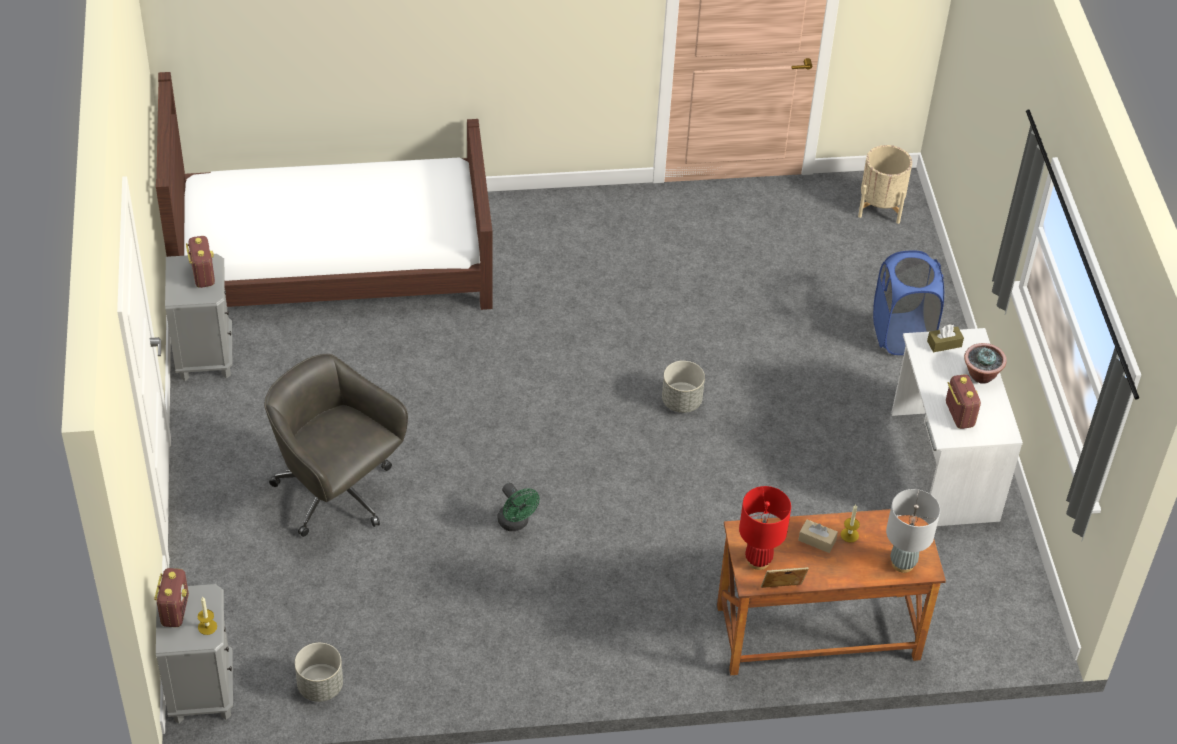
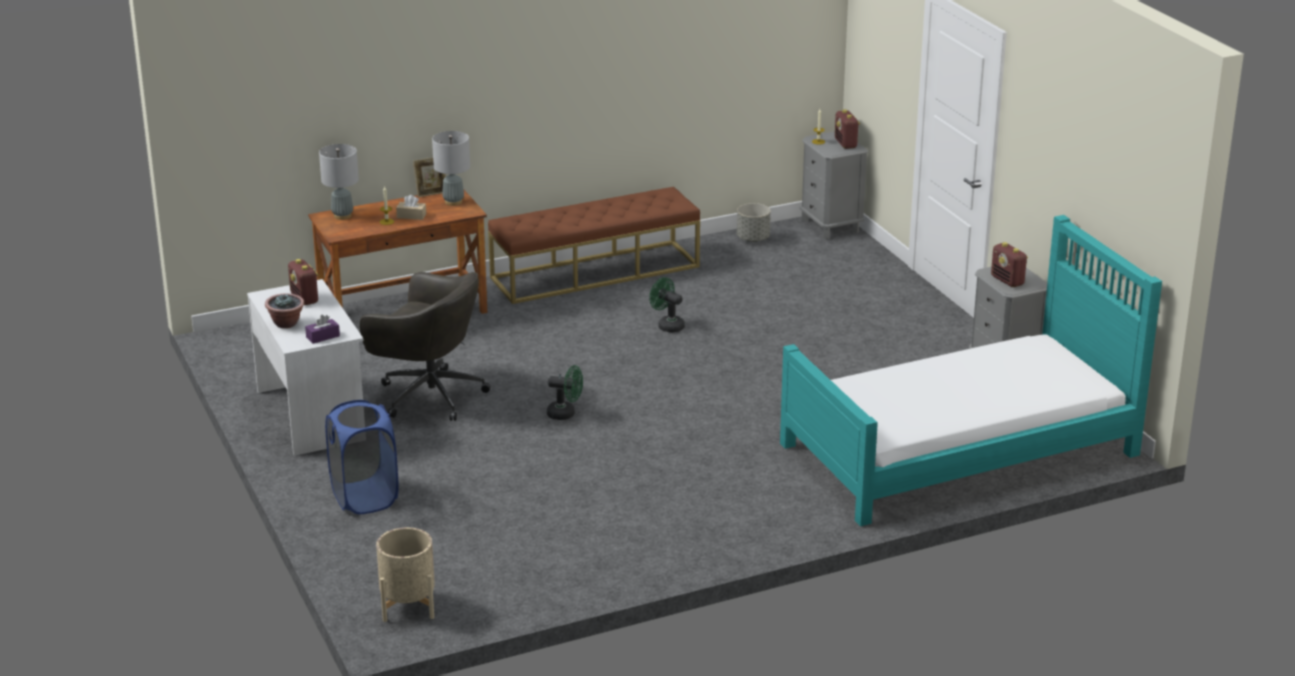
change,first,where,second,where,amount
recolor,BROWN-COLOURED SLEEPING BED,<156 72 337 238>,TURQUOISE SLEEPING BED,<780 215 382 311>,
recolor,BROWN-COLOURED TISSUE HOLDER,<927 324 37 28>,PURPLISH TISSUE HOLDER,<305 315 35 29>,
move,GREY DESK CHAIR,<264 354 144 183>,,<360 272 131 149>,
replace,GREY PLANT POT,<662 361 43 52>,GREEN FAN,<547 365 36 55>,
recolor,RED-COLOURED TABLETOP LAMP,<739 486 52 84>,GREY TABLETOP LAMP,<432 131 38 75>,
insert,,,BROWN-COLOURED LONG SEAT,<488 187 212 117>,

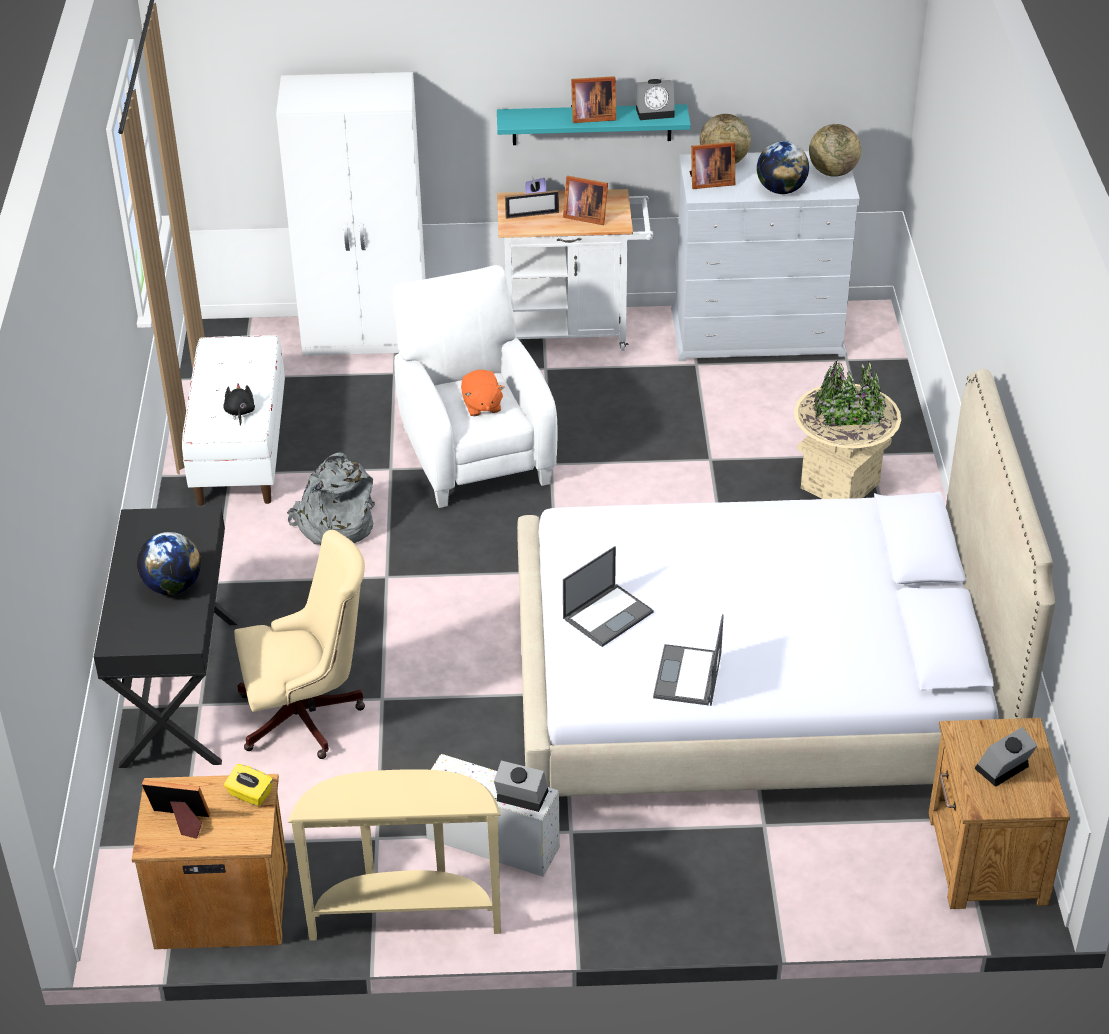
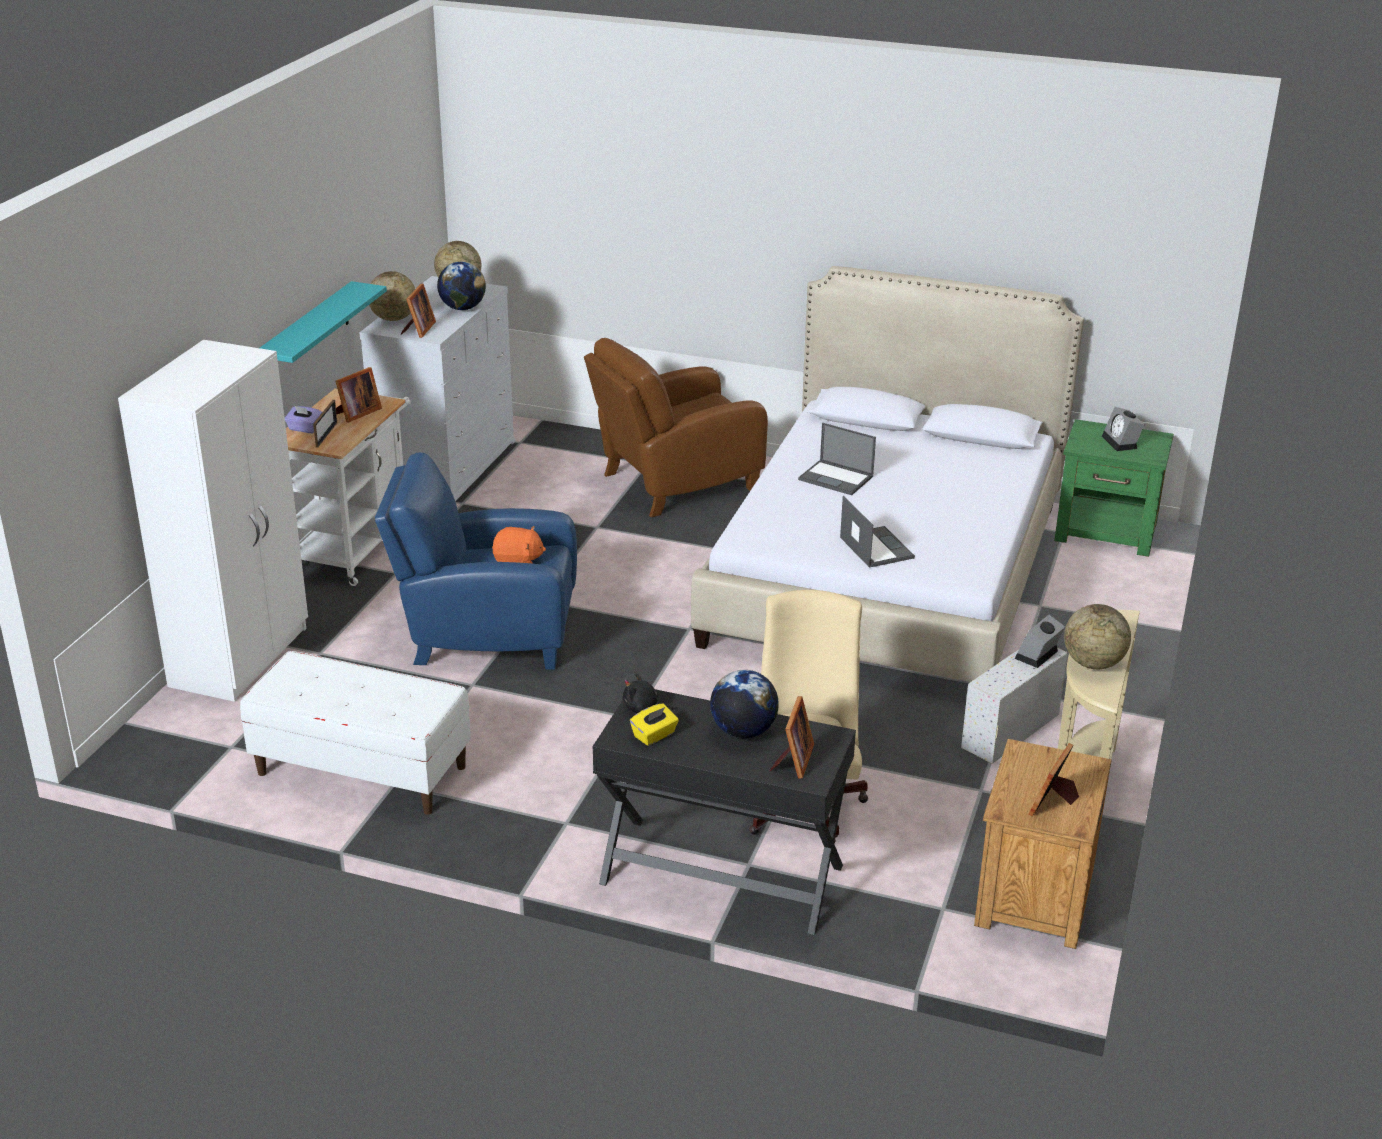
change,first,where,second,where,amount
move,PICTURE FRAME,<571 76 45 47>,,<770 696 44 82>,
delete,TABLE CLOCK,<636 79 39 41>,,,
recolor,WHITE-COLOURED ARMCHAIR,<393 265 164 243>,BLUE-COLOURED ARMCHAIR,<375 452 202 218>,
replace,BEIGE-COLOURED PLANT POT,<794 360 107 139>,BROWN-COLOURED ARMCHAIR,<584 338 184 179>,
move,BLACK SOFT TOY,<223 383 32 43>,,<622 673 51 40>,
delete,GREY BACKPACK,<287 452 88 93>,,,
move,NOTEBOOK COMPUTER,<653 614 71 92>,,<798 423 78 72>,
recolor,BROWN-COLOURED BEDSIDE TABLE,<928 718 142 191>,GREEN BEDSIDE TABLE,<1054 419 120 138>,
move,YELLOWISH TISSUE HOLDER,<224 764 49 42>,,<630 704 49 42>,
insert,,,GLOBE,<1064 604 67 65>,

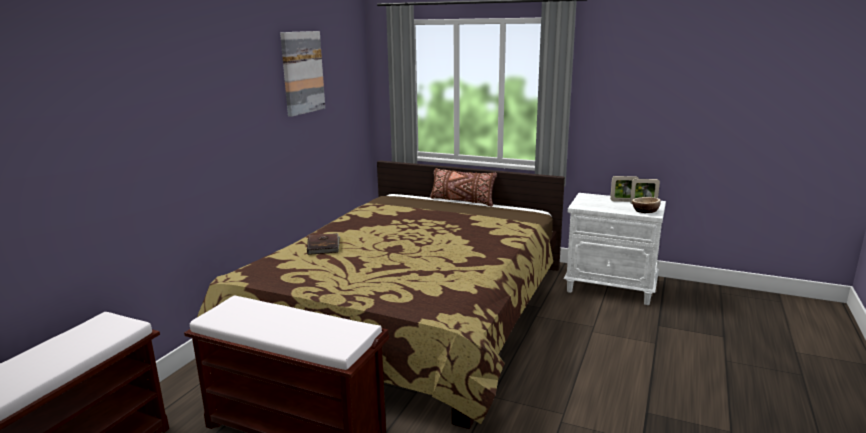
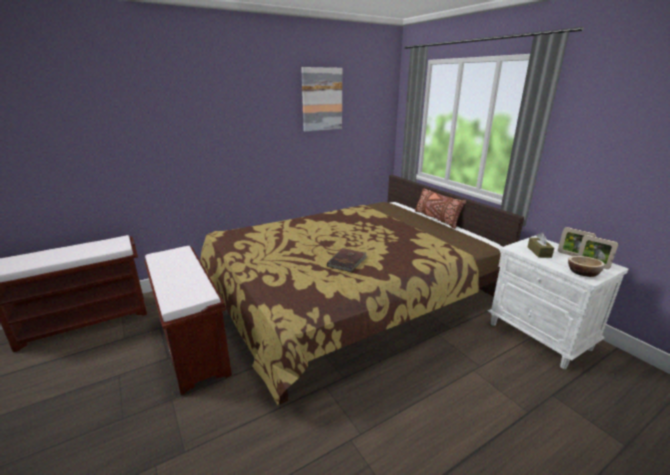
change,first,where,second,where,amount
move,BROWN-COLOURED BOOK,<307 233 33 22>,,<327 248 41 24>,
insert,,,BROWN-COLOURED TISSUE HOLDER,<528 233 26 25>,

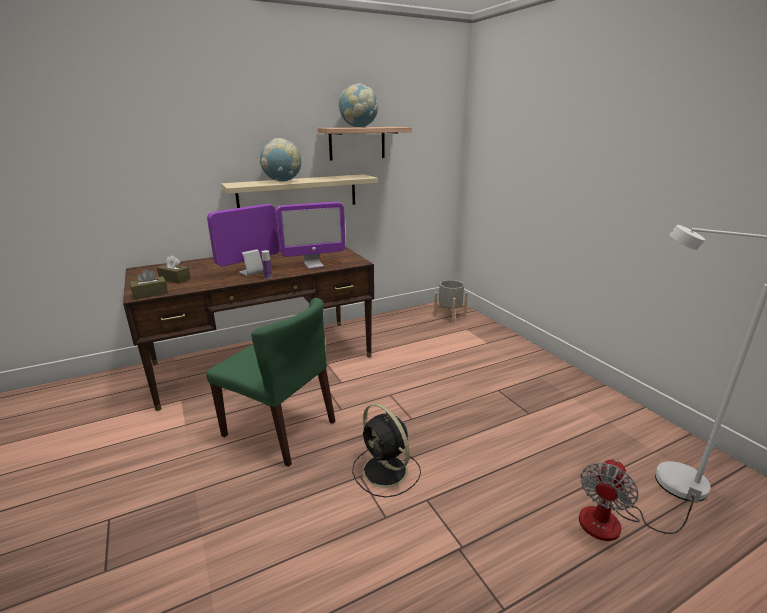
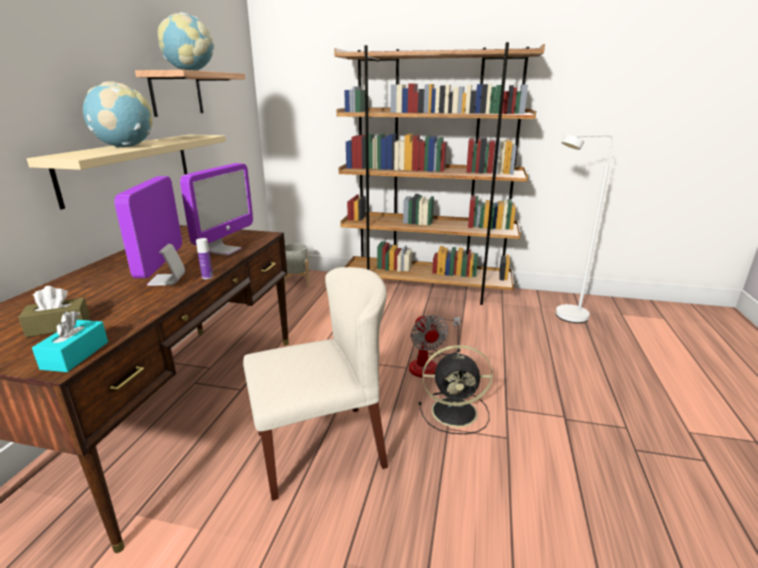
change,first,where,second,where,amount
recolor,BROWN-COLOURED TISSUE HOLDER,<130 269 38 31>,TURQUOISE TISSUE HOLDER,<32 311 76 61>,
recolor,GREEN CHAIR,<206 298 129 169>,BEIGE-COLOURED CHAIR,<243 267 145 234>,
move,FAN,<579 459 123 82>,,<409 314 51 64>,
insert,,,BROWN-COLOURED SHELVING UNIT,<334 42 211 263>,

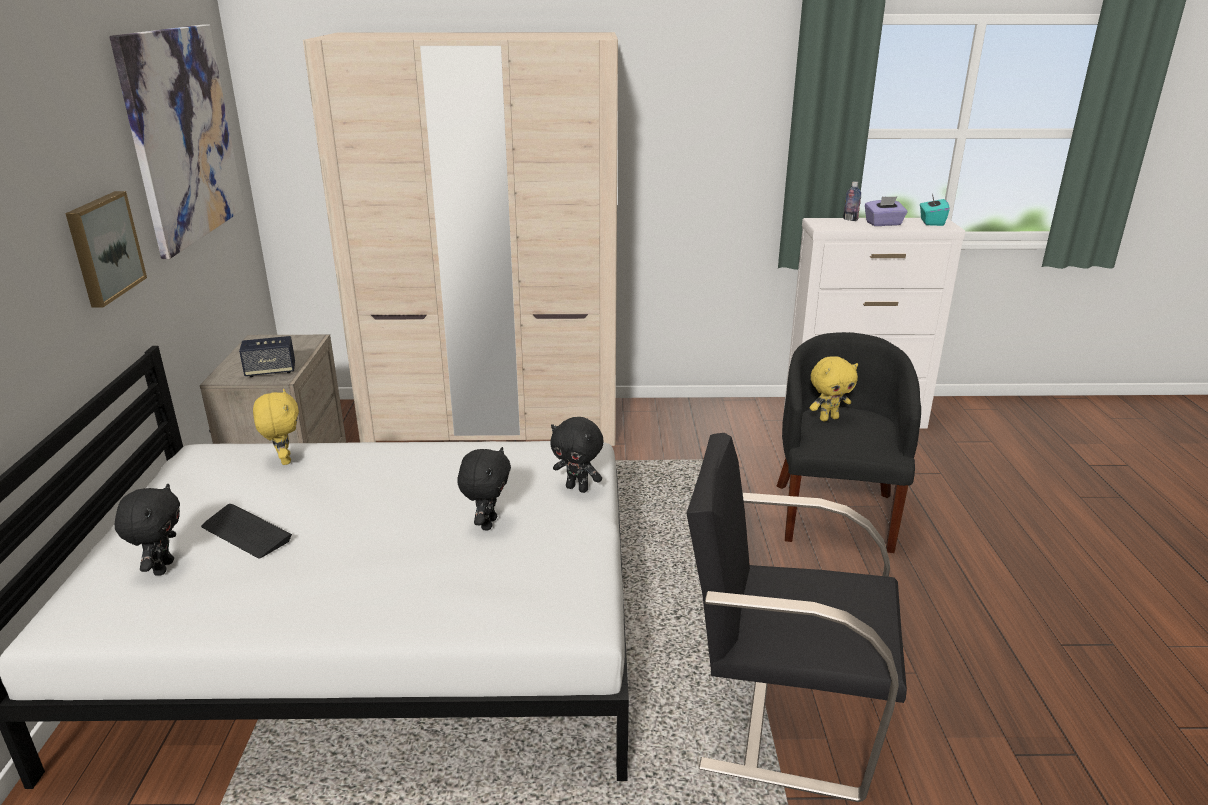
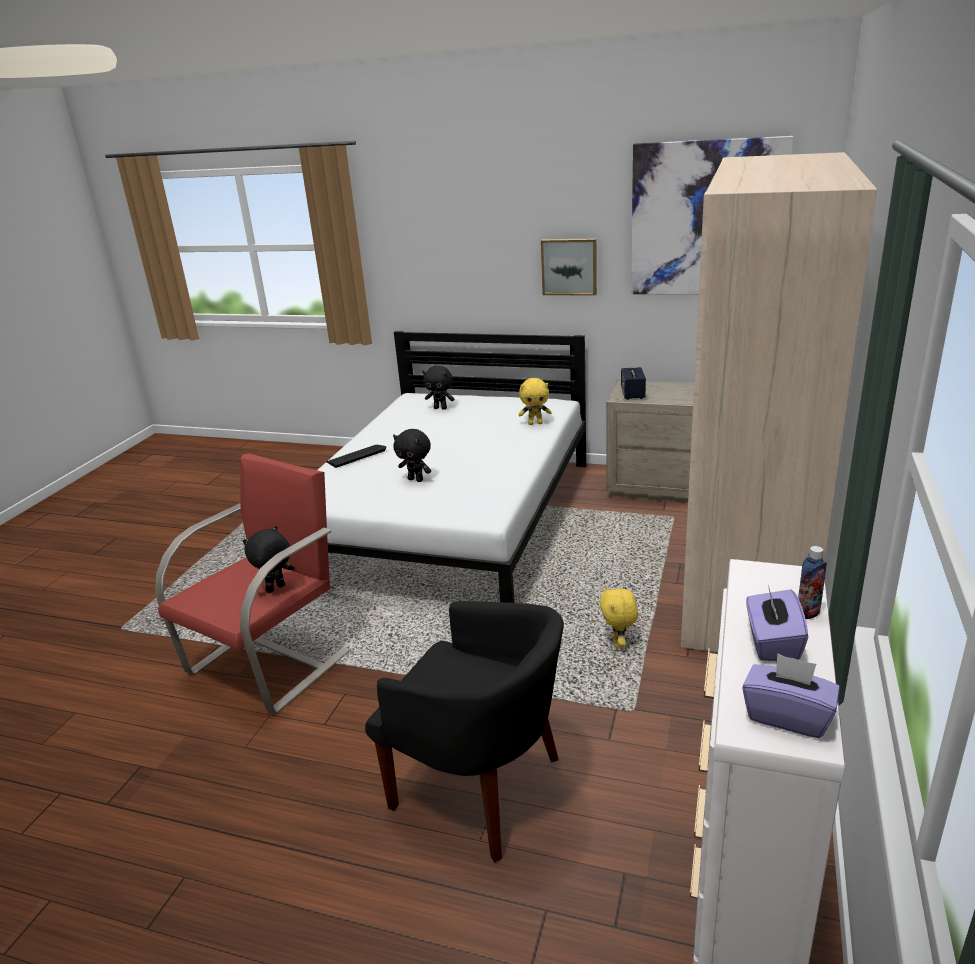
change,first,where,second,where,amount
recolor,TURQUOISE TISSUE HOLDER,<920 194 30 32>,PURPLISH TISSUE HOLDER,<742 653 98 85>,
move,YELLOWISH SOFT TOY,<810 357 48 65>,,<600 586 38 62>,
move,BLACK SOFT TOY,<550 417 53 76>,,<243 526 52 67>,
recolor,BLACK ARMCHAIR,<686 433 221 369>,RED-COLOURED ARMCHAIR,<155 453 195 261>,
move,COMPUTER KEYBOARD,<201 504 91 55>,,<326 445 60 23>,

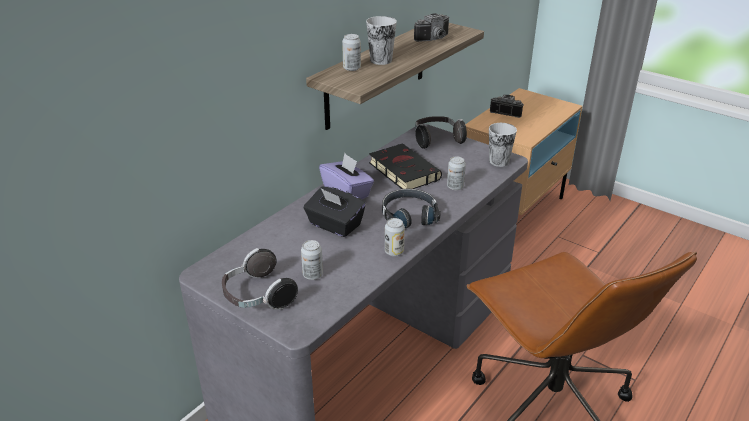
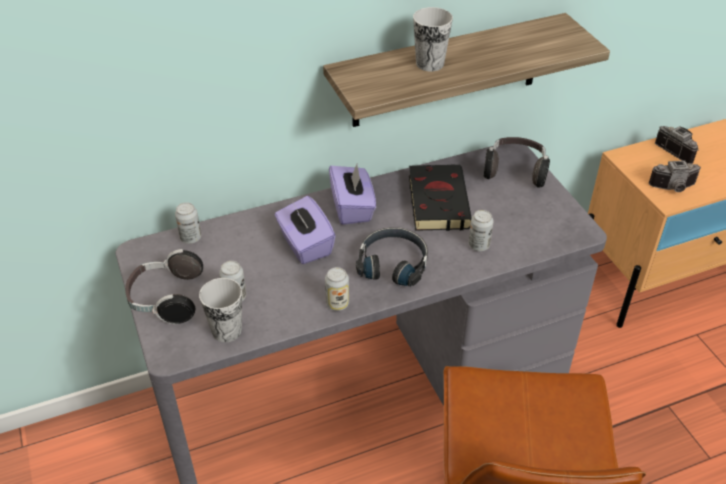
change,first,where,second,where,amount
move,PHOTO CAMERA,<414 13 35 29>,,<649 161 52 31>,
move,CAN,<342 34 19 37>,,<175 203 26 41>,
move,SMALL CUP,<489 123 28 44>,,<199 278 43 64>,
recolor,BLACK TISSUE HOLDER,<304 187 62 50>,PURPLISH TISSUE HOLDER,<275 196 60 68>,

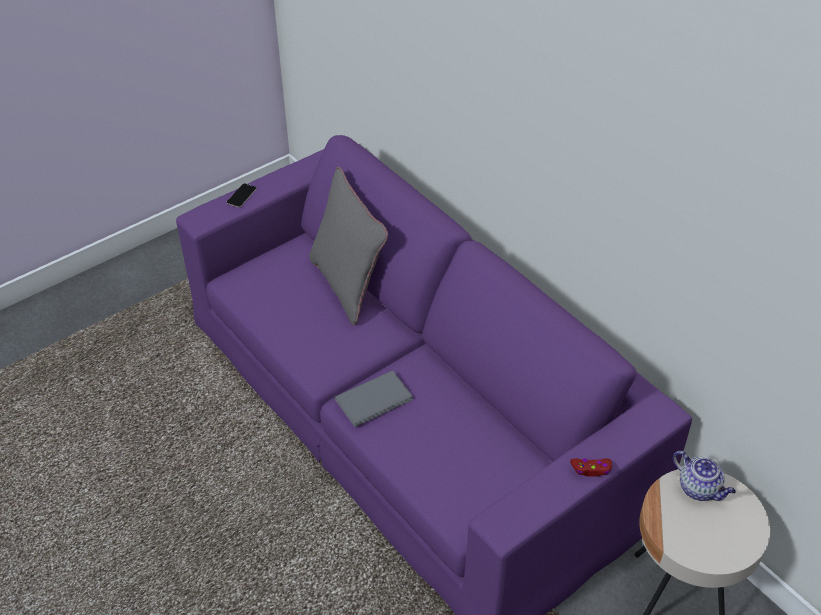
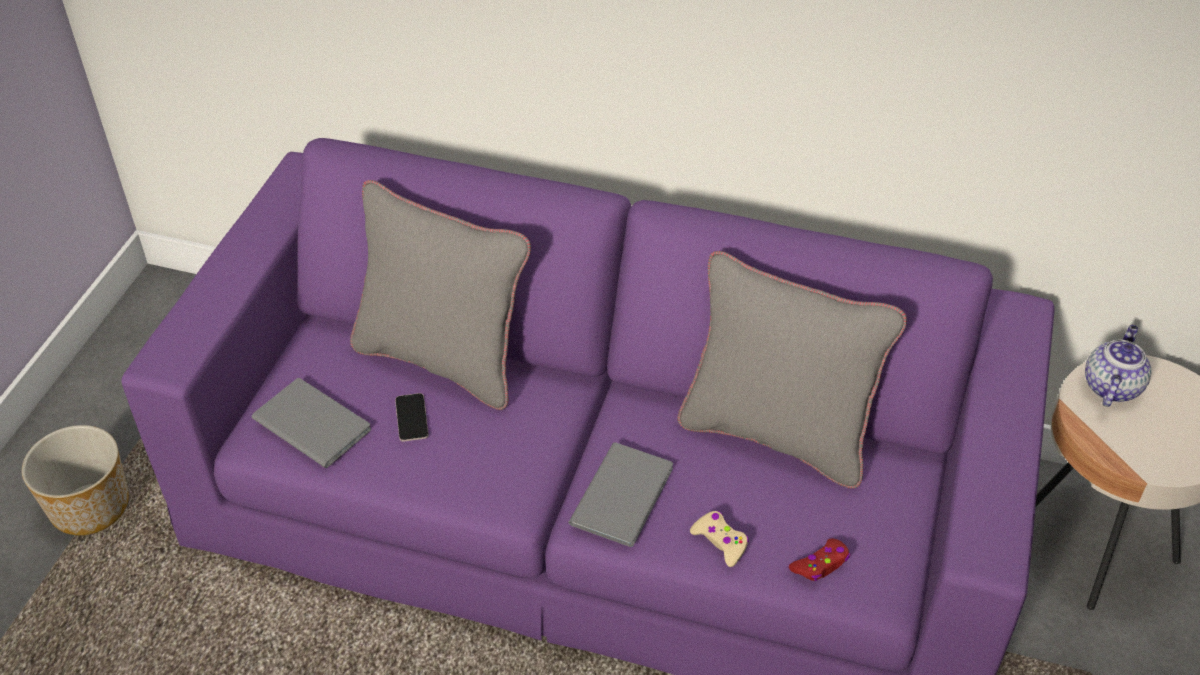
change,first,where,second,where,amount
move,TELEPHONE,<227 183 30 24>,,<395 393 34 49>,
rotate,POT FOR TEA,<673 451 63 50>,,<1085 325 66 82>,75 degrees counterclockwise
move,RED-COLOURED GAME CONTROLLER,<570 458 42 19>,,<789 538 61 43>,
insert,,,GREY CUSHION,<677 251 230 238>,
insert,,,GREY BOOK,<252 378 119 90>,
insert,,,PLANT POT,<22 425 107 110>,
insert,,,BEIGE-COLOURED GAME CONTROLLER,<690 511 59 56>,

